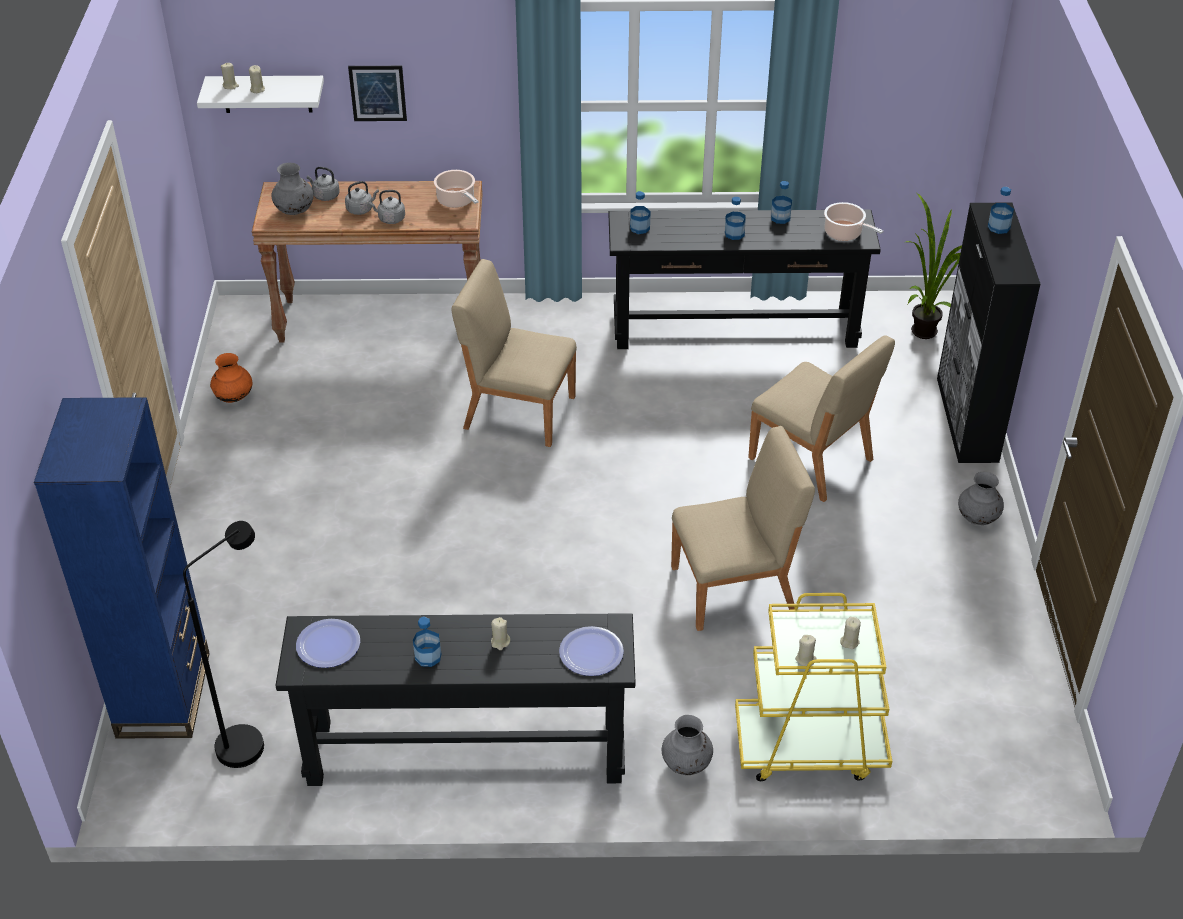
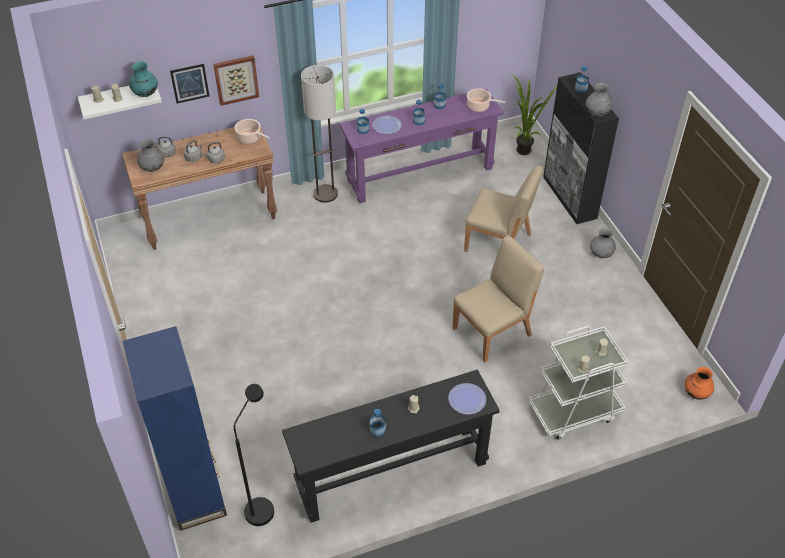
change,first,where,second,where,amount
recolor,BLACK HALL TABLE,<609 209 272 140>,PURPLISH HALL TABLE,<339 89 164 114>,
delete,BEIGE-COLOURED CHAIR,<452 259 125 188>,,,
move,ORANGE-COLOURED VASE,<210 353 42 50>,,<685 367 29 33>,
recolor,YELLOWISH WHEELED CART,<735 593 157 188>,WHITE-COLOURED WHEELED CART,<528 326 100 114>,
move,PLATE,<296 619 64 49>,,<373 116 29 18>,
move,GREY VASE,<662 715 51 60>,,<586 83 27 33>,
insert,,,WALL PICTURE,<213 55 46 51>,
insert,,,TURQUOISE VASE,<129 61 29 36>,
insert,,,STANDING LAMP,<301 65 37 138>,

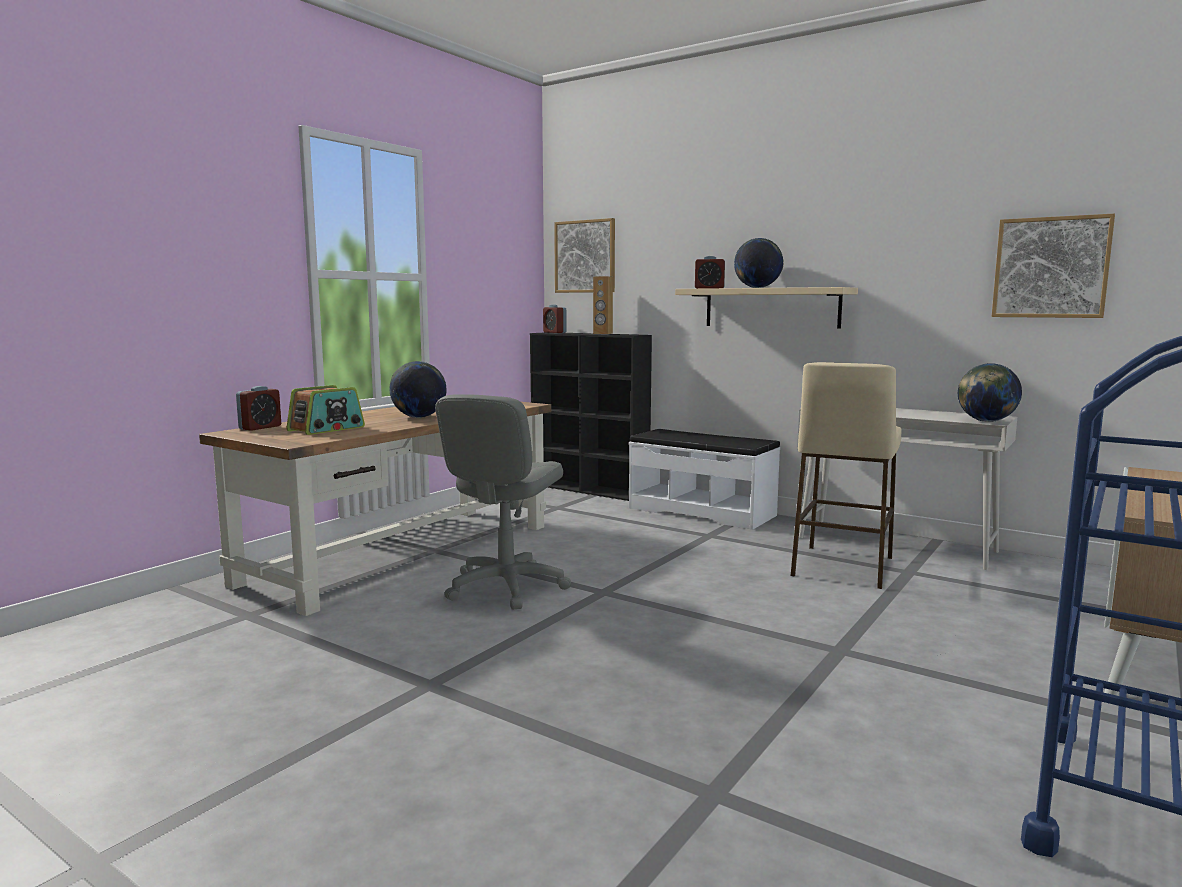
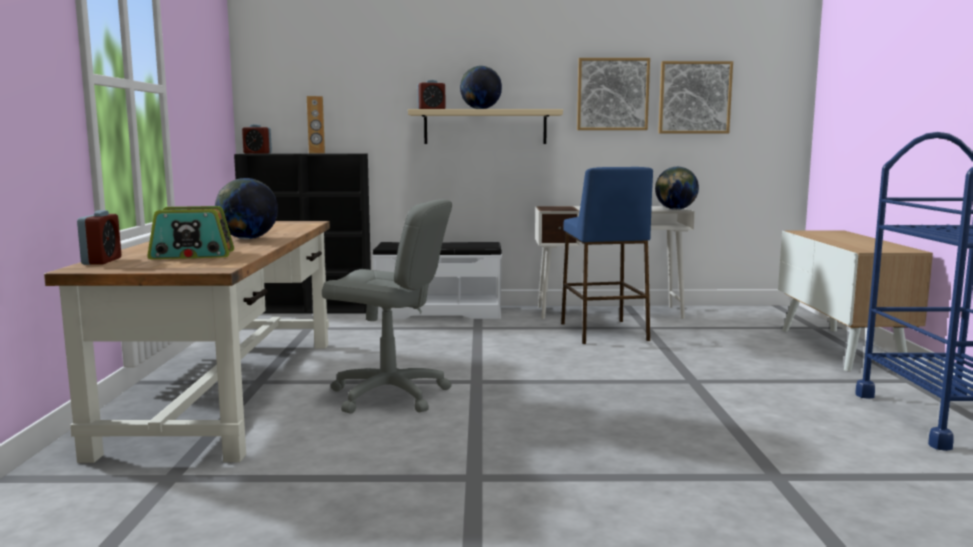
change,first,where,second,where,amount
move,WALL PICTURE,<554 218 61 75>,,<577 58 73 72>,
recolor,BEIGE-COLOURED SITTING STOOL,<791 362 111 227>,BLUE-COLOURED SITTING STOOL,<561 167 92 177>,
rotate,RADIO,<286 385 79 50>,,<147 206 87 53>,75 degrees clockwise
rotate,GREY DESK CHAIR,<435 394 136 216>,,<322 199 130 215>,60 degrees counterclockwise

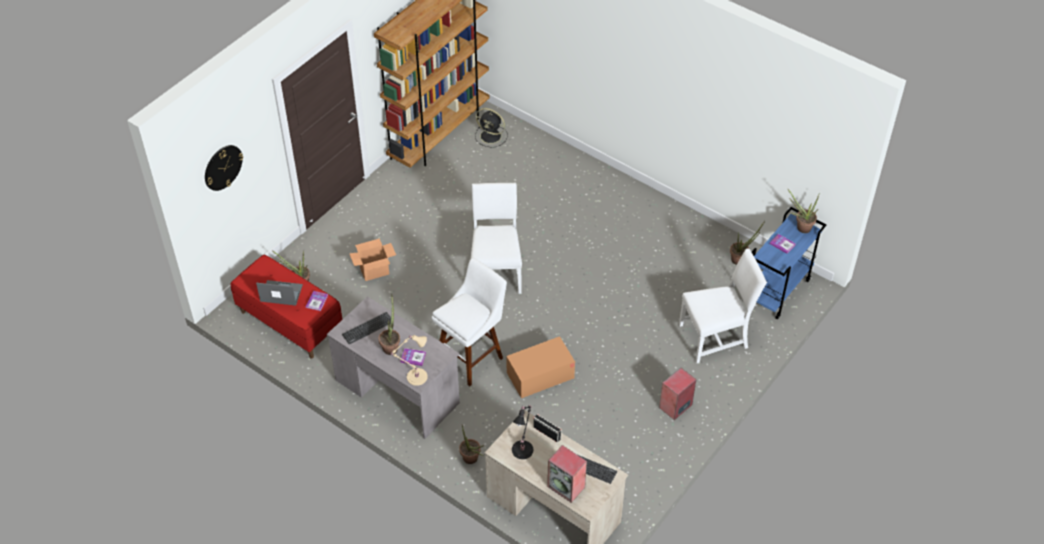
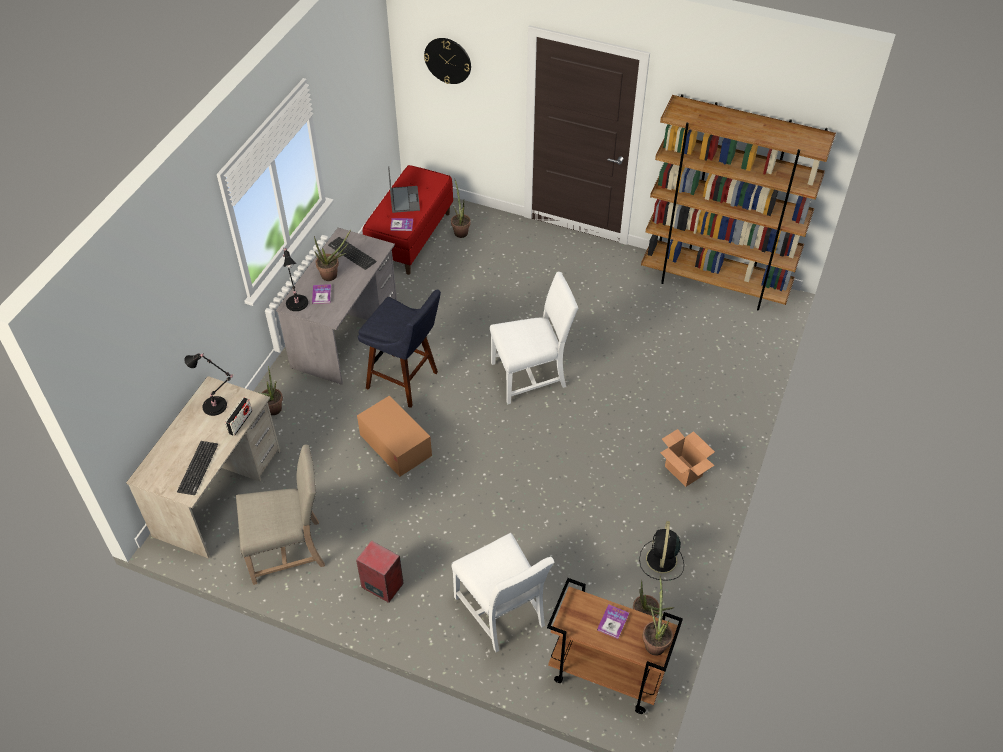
change,first,where,second,where,amount
move,BLACK FAN,<475 108 33 40>,,<639 521 45 60>,
recolor,BLUE-COLOURED WHEELED CART,<752 207 74 112>,BROWN-COLOURED WHEELED CART,<547 578 136 136>,
move,CARDBOARD BOX,<349 238 47 43>,,<660 429 55 58>,
recolor,WHITE-COLOURED SITTING STOOL,<432 258 75 128>,BLUE-COLOURED SITTING STOOL,<358 290 83 118>,
recolor,BEIGE-COLOURED TABLETOP LAMP,<391 335 37 51>,BLACK TABLETOP LAMP,<283 248 25 63>,
delete,AUDIO SPEAKER,<547 445 40 58>,,,
insert,,,BEIGE-COLOURED CHAIR,<236 444 89 141>,

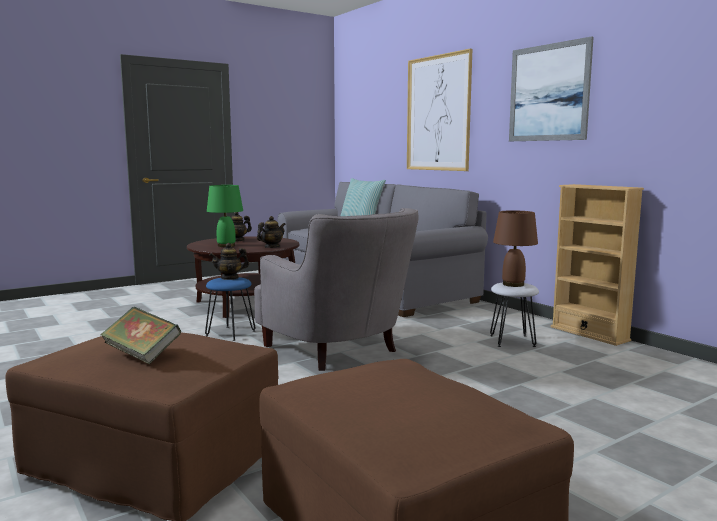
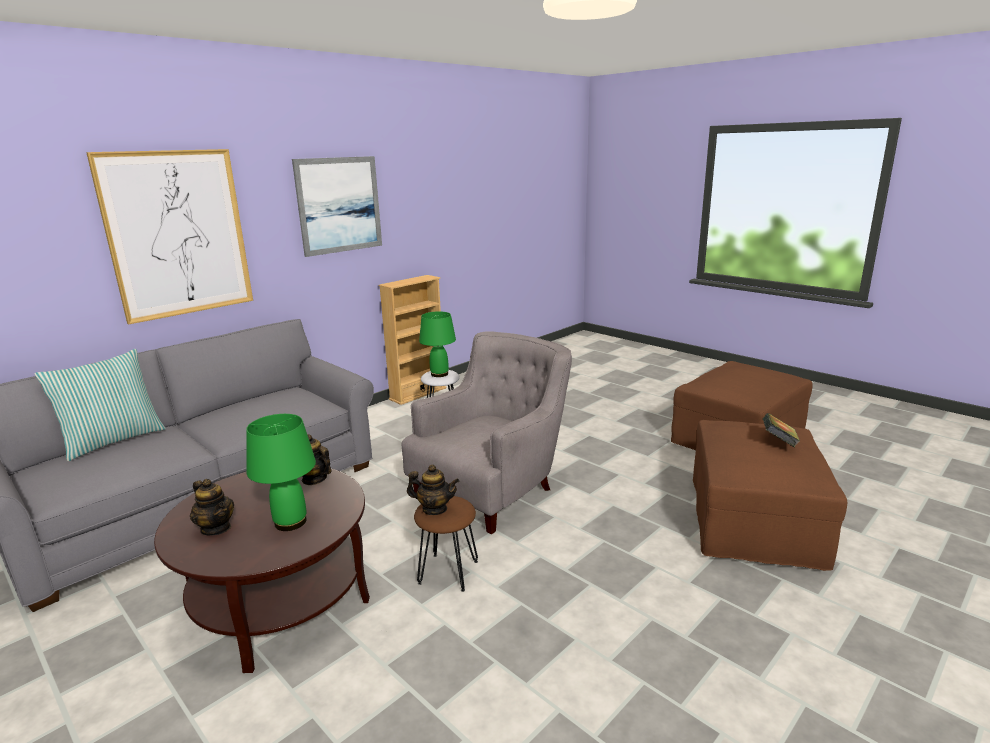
change,first,where,second,where,amount
recolor,BROWN-COLOURED TABLETOP LAMP,<493 210 45 77>,GREEN TABLETOP LAMP,<419 311 37 66>,
rotate,POT FOR TEA,<210 243 39 37>,,<407 465 52 50>,45 degrees counterclockwise
recolor,BLUE-COLOURED SITTING STOOL,<205 277 51 64>,BROWN-COLOURED SITTING STOOL,<414 496 64 96>,

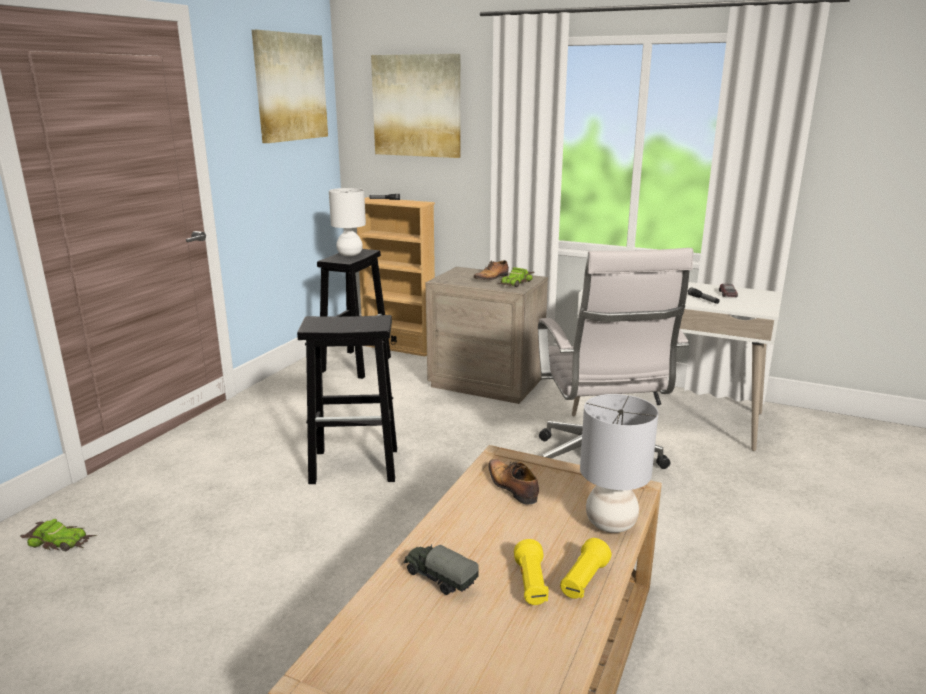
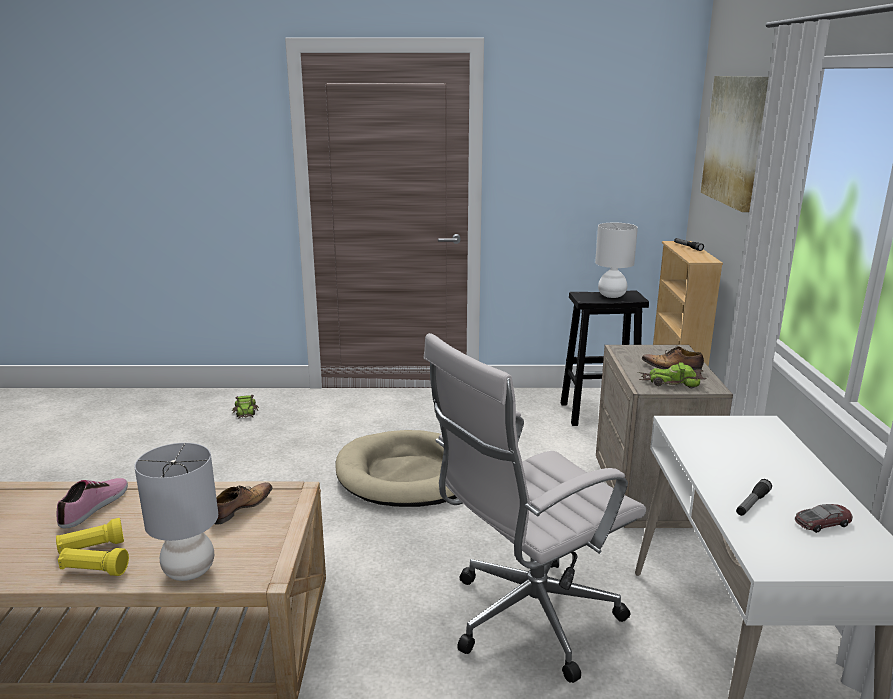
change,first,where,second,where,amount
delete,WALL PICTURE,<252 30 76 113>,,,
replace,BLACK SITTING STOOL,<297 315 100 169>,BEIGE-COLOURED DOG CUSHION,<335 430 122 77>,
replace,MODEL TRUCK,<404 544 75 51>,LOW SHOE,<56 478 72 50>,

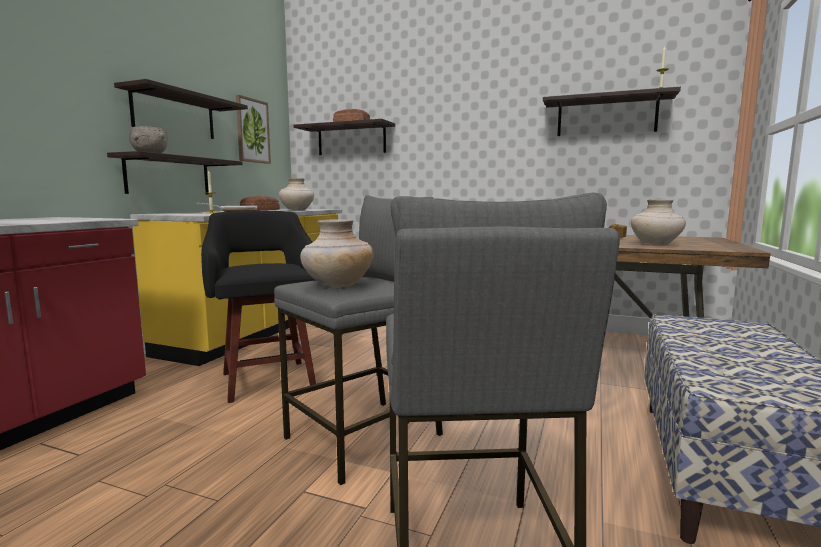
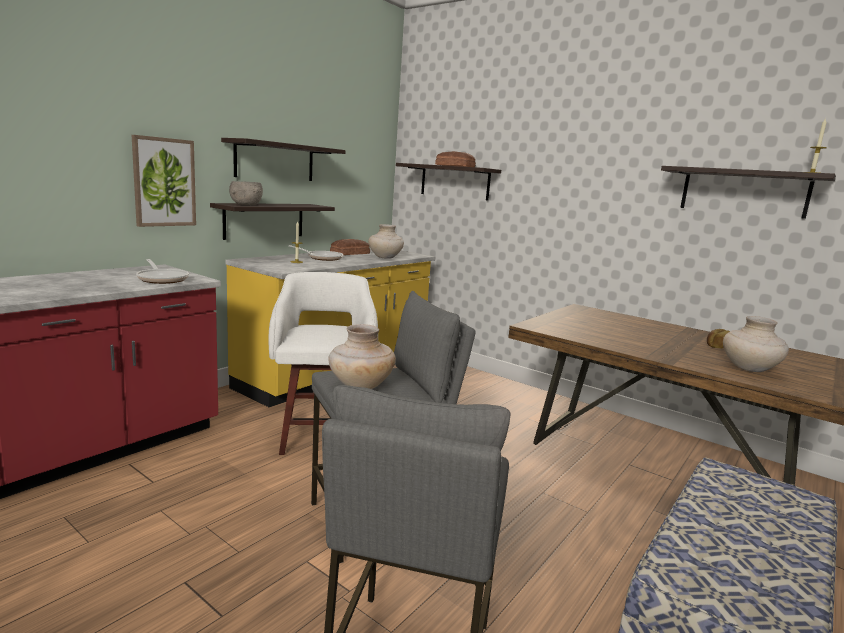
change,first,where,second,where,amount
move,WALL PICTURE,<236 95 35 69>,,<132 135 64 92>,
recolor,BLACK SITTING STOOL,<201 211 115 192>,WHITE-COLOURED SITTING STOOL,<268 272 110 183>,
insert,,,PAN,<136 259 53 25>,

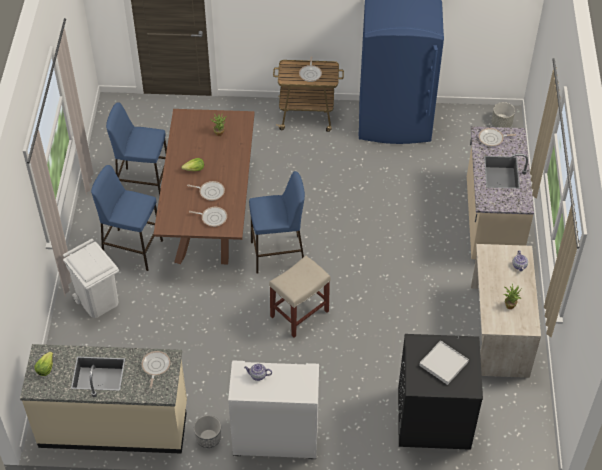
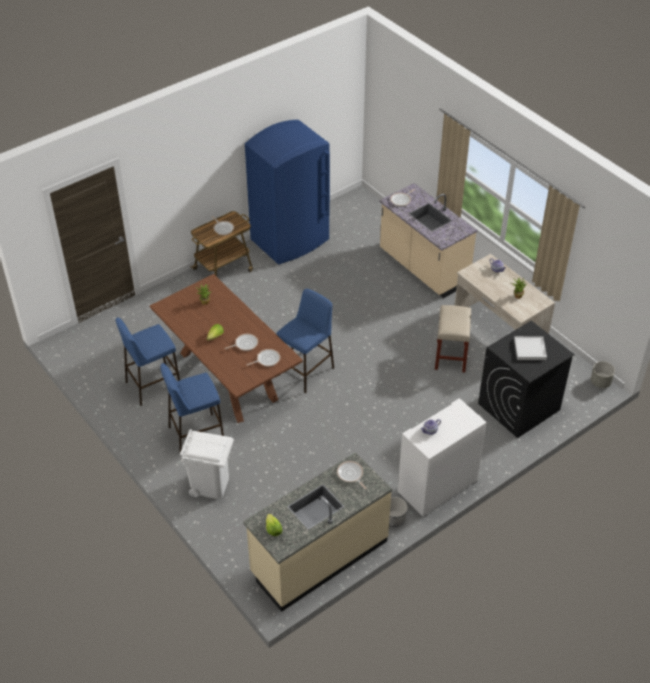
change,first,where,second,where,amount
move,GREY PLANT POT,<491 102 24 26>,,<591 361 24 27>,
move,BEIGE-COLOURED SITTING STOOL,<269 256 62 82>,,<435 305 36 67>,

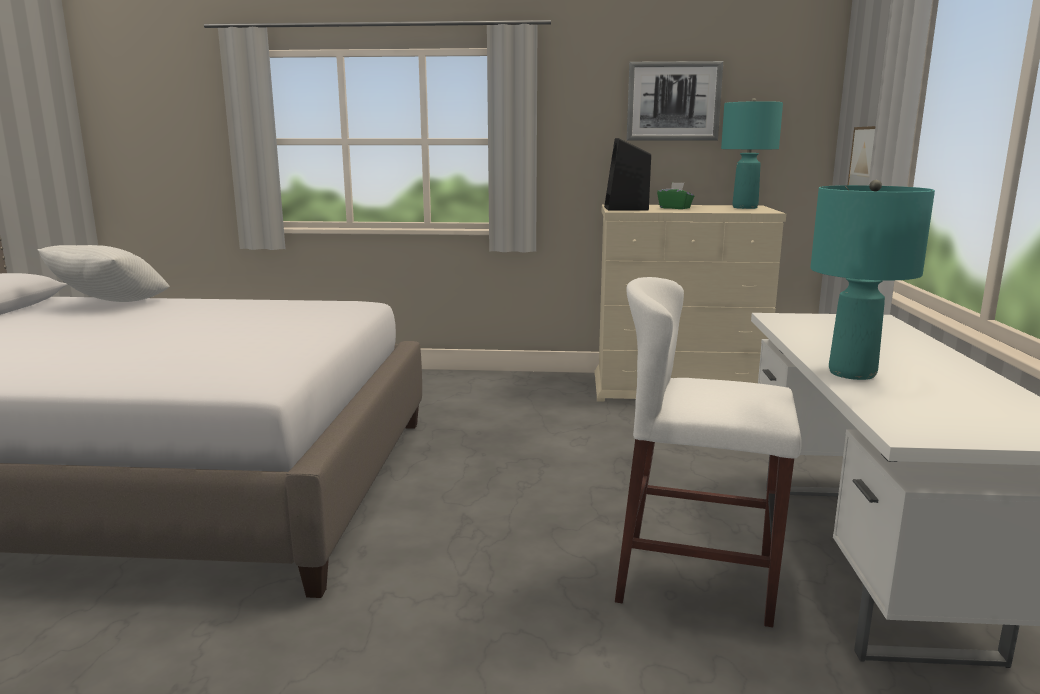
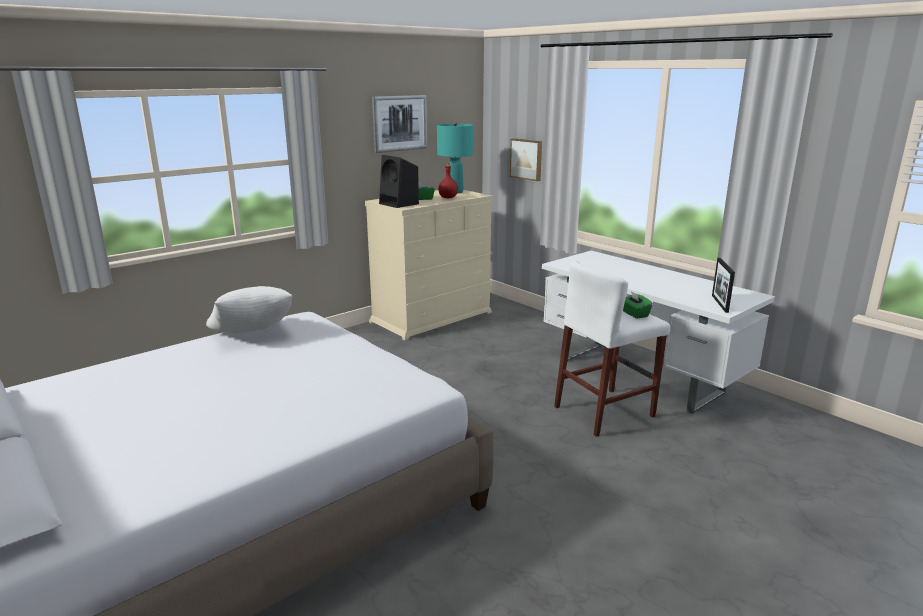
change,first,where,second,where,amount
delete,TURQUOISE TABLETOP LAMP,<810 180 125 200>,,,
move,WHITE-COLOURED CUSHION,<37 245 132 57>,,<206 286 86 47>,
insert,,,RED-COLOURED BEVERAGE BOTTLE,<438 163 20 35>,
insert,,,PICTURE FRAME,<712 258 23 55>,
insert,,,GREEN TISSUE HOLDER,<623 291 30 28>,

